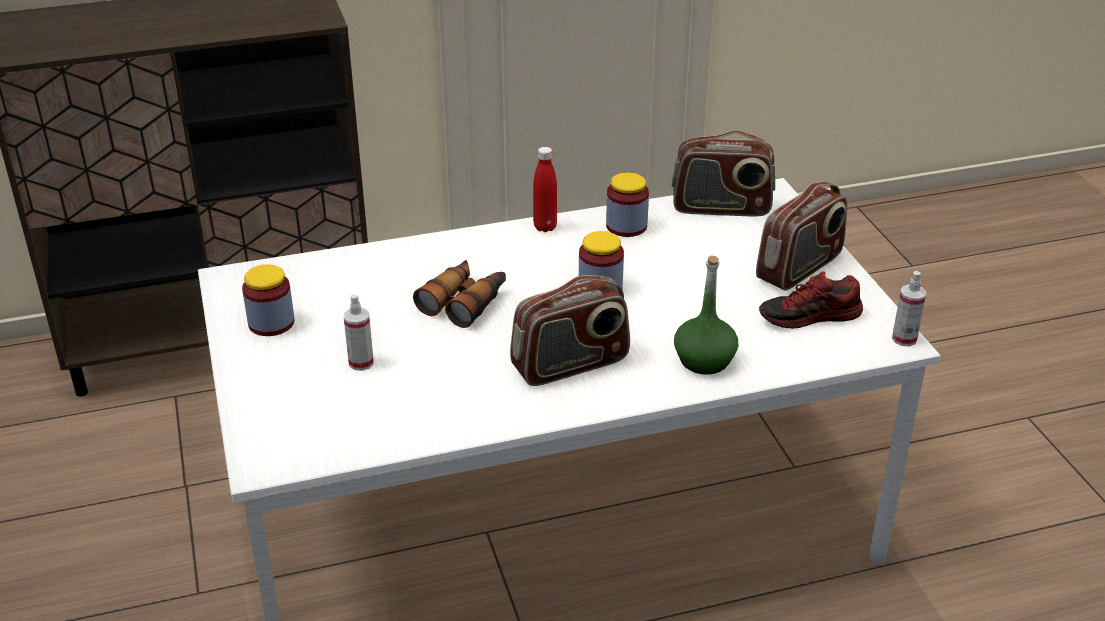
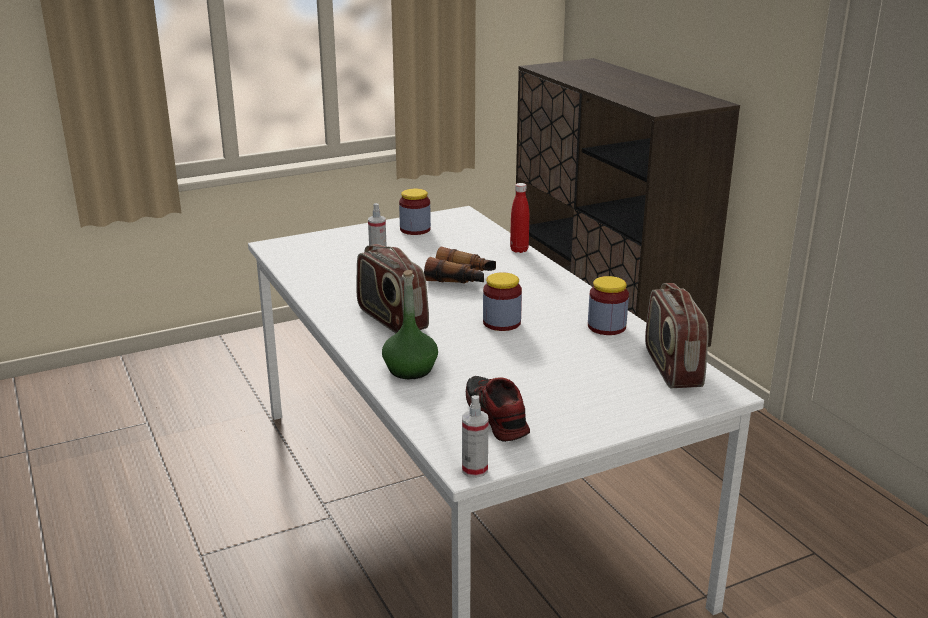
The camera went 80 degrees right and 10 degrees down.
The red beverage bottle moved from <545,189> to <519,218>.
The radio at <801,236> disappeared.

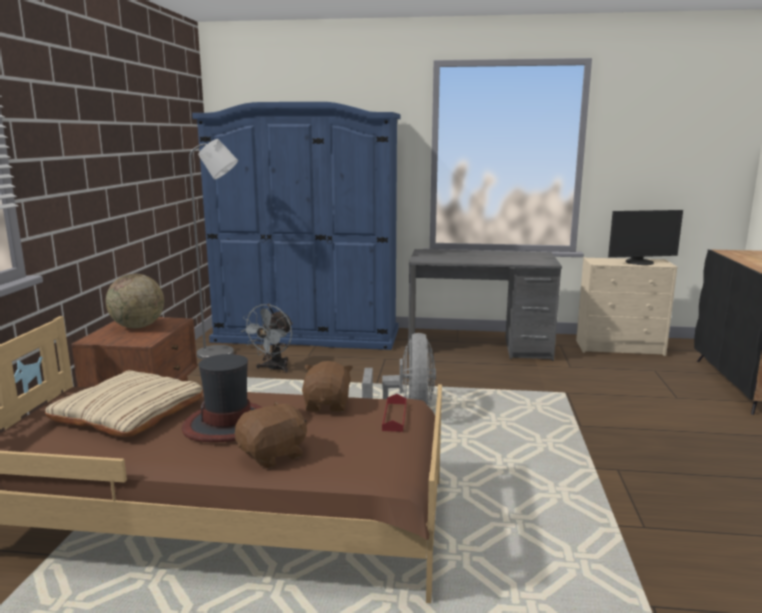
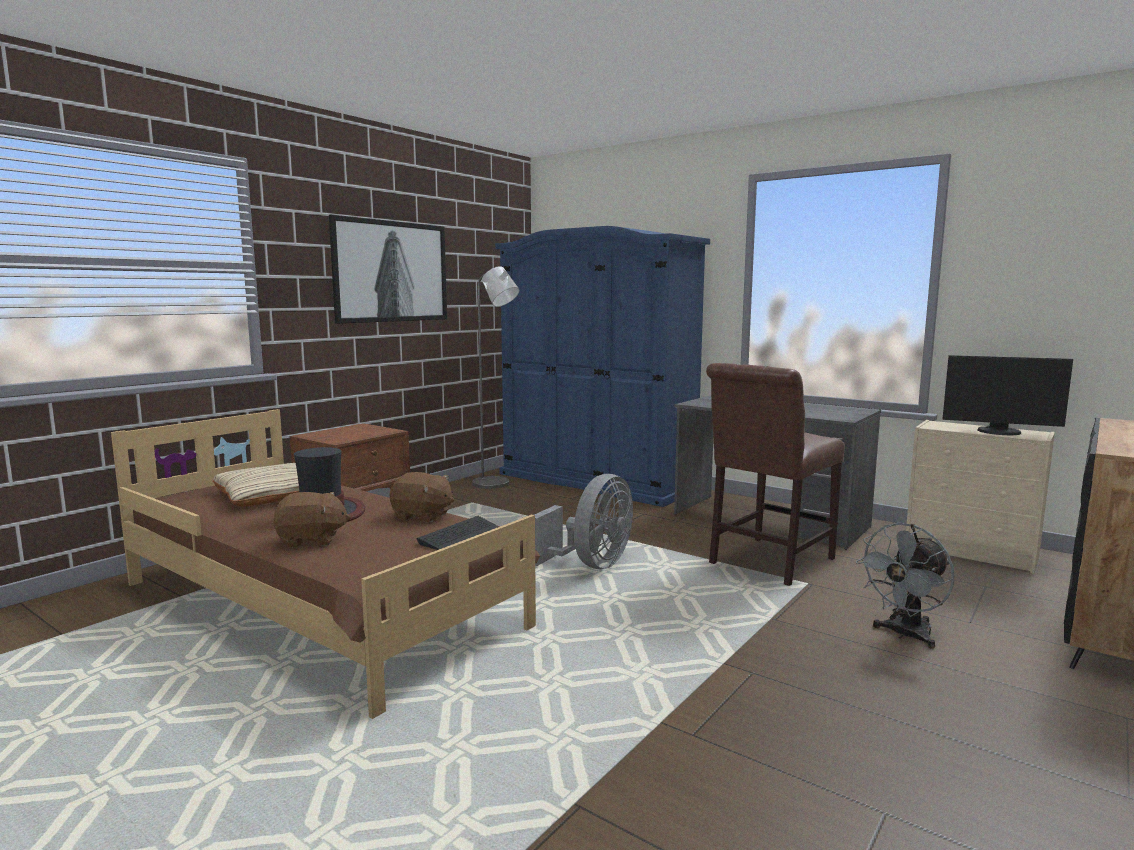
The camera went 30 degrees right and 5 degrees down.
The world globe at <135,301> disappeared.
The gray electric fan moved from <267,338> to <904,586>.
The brownish soft toy at <327,386> turned 75 degrees clockwise.
The red serving tray at <394,413> was replaced by the keyboard at <457,533>.
The wall art at <388,269> appeared.
The brownish plain chair at <775,474> appeared.

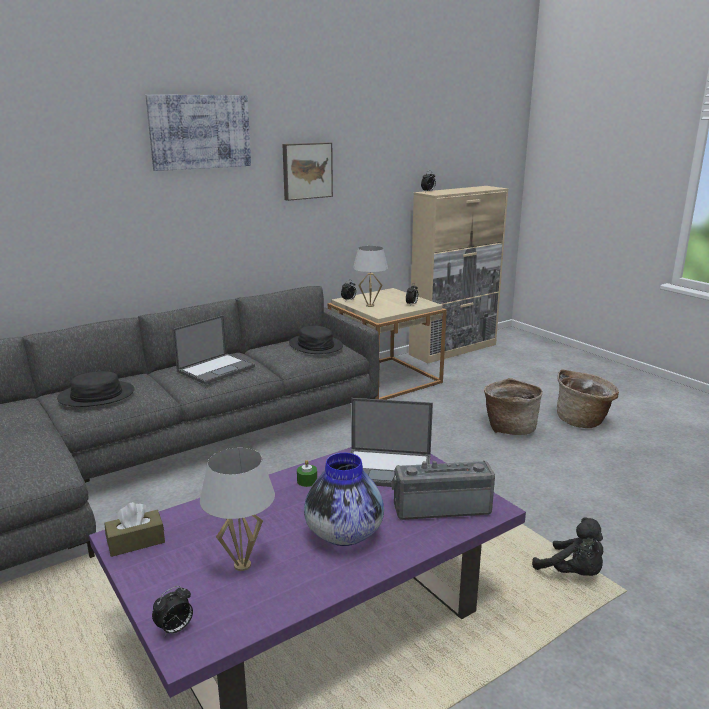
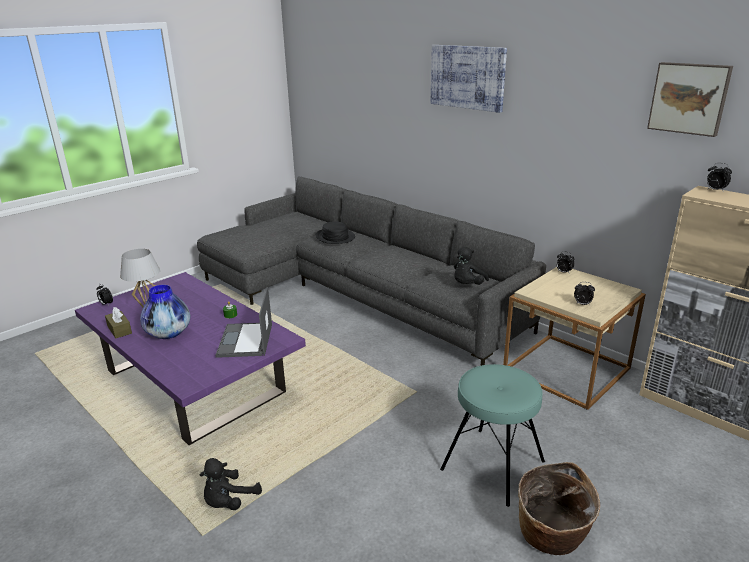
The camera went 80 degrees right and 5 degrees up.
The brownish box of tissues moved from <134,529> to <118,322>.
The portable computer at <214,350> disappeared.
The wall art moved from <307,171> to <690,99>.
The blackish clothing hat at <316,340> was replaced by the blackish soft toy at <471,266>.
The white tabletop lamp at <370,276> disappeared.
The radio at <443,490> disappeared.
The basket at <513,406> was replaced by the turquoise stool at <492,435>.

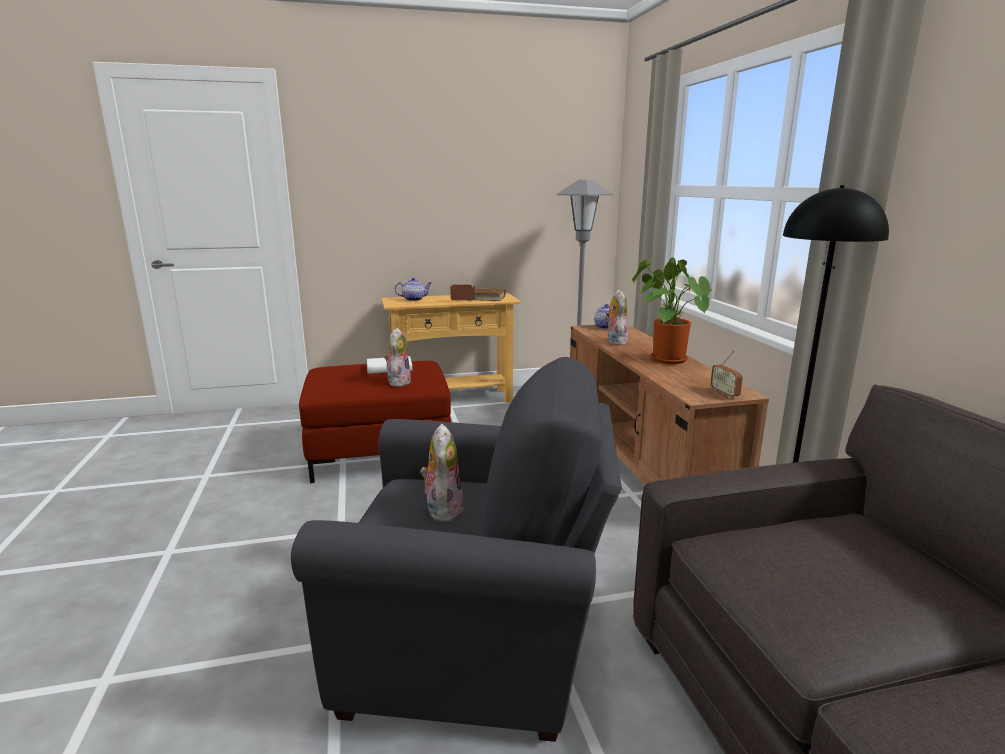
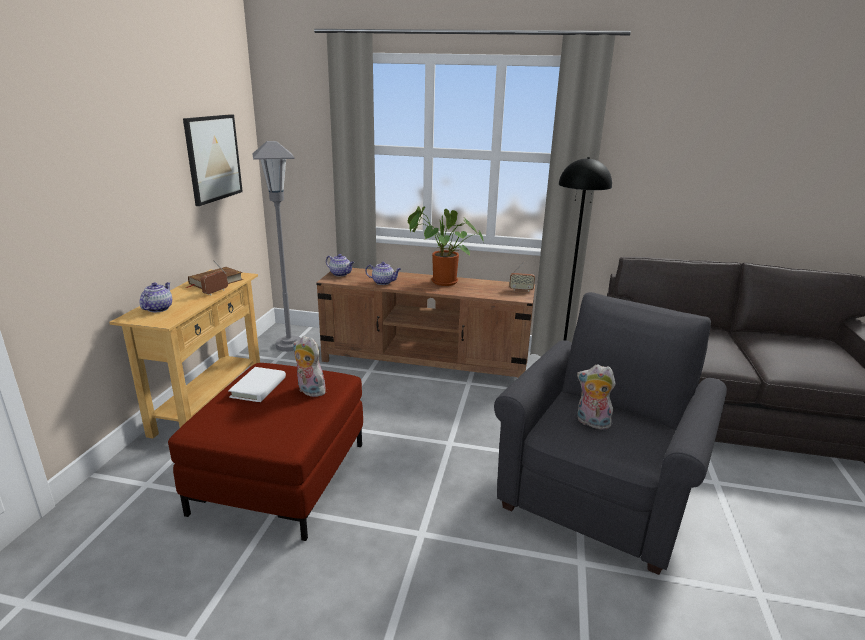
The camera went 65 degrees left and 5 degrees up.
The soft toy at <616,317> was replaced by the tea pot at <383,273>.
The wall art at <213,160> appeared.

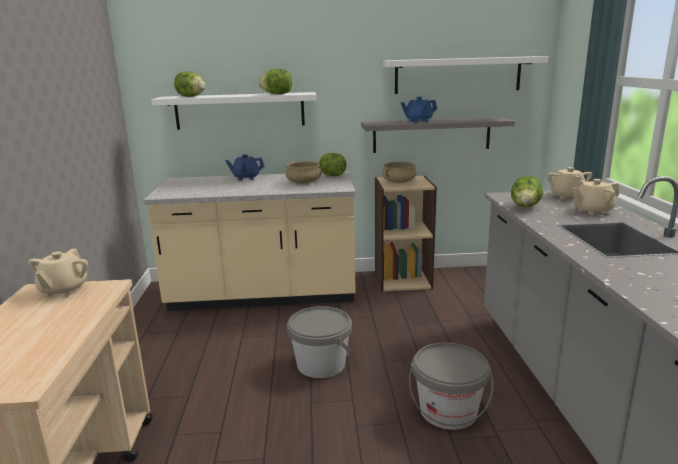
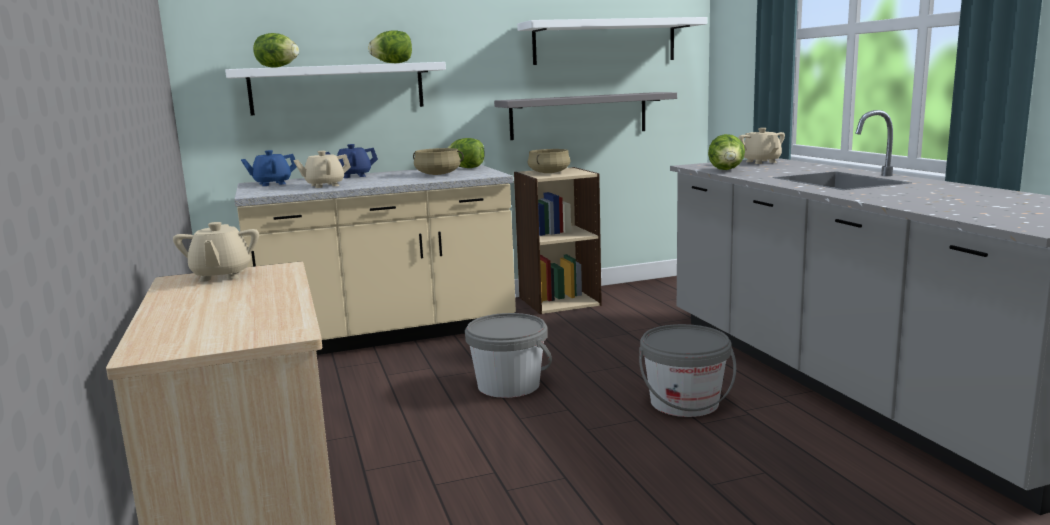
The camera went 15 degrees left and 5 degrees down.
The blue-coloured tea pot moved from <419,110> to <269,168>.
The beige tea pot moved from <596,197> to <322,169>.

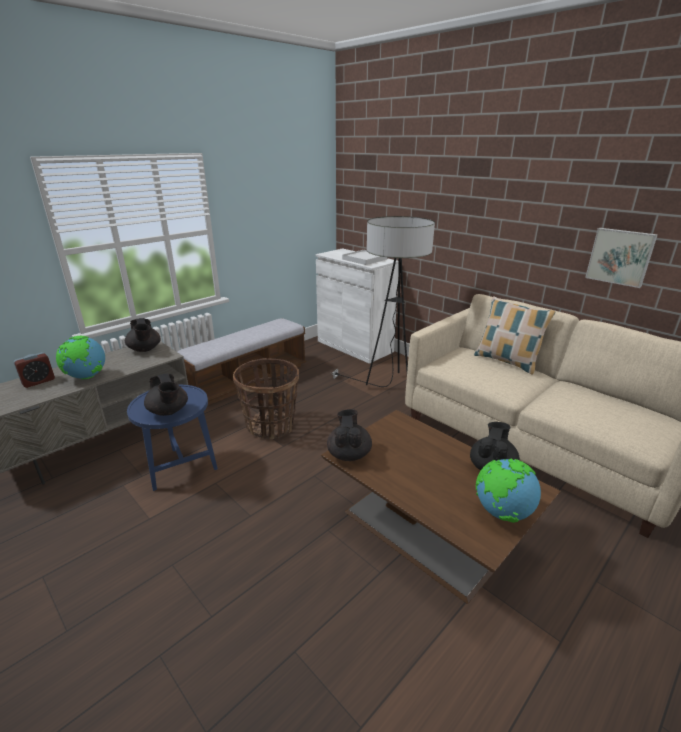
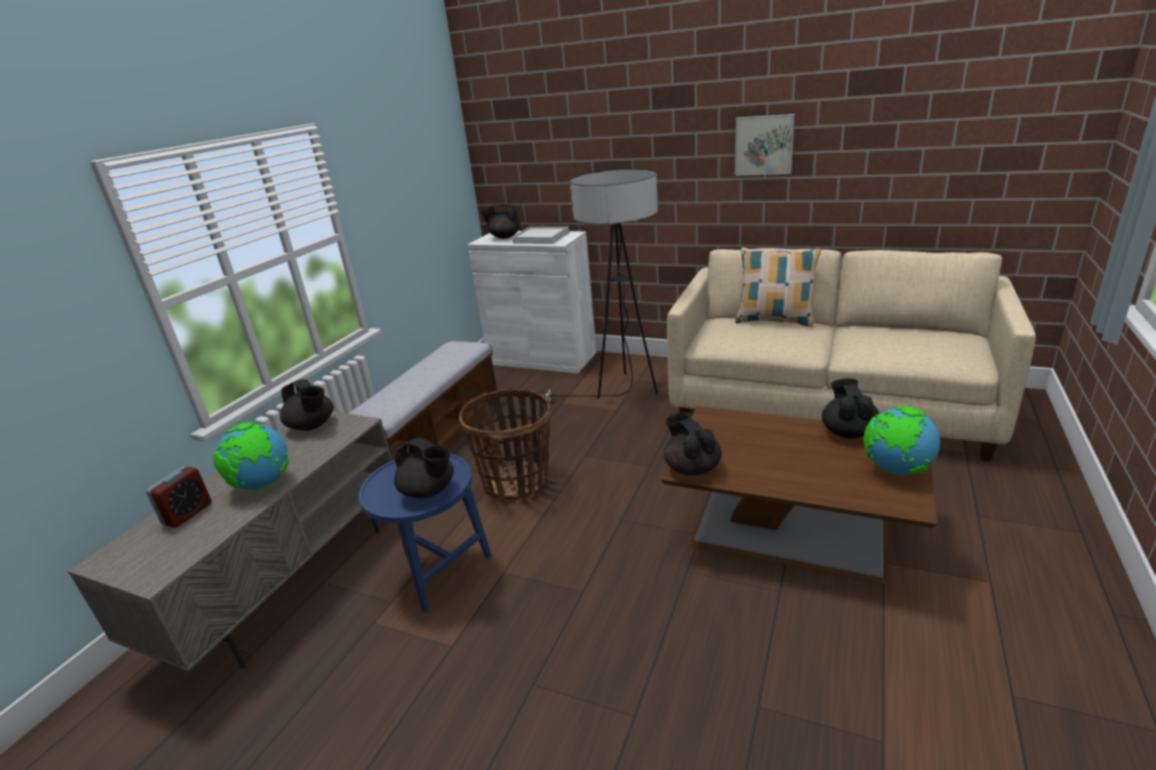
The camera went 20 degrees left and 0 degrees up.
The wall art moved from <621,258> to <765,144>.
The blackish tea pot at <501,221> appeared.

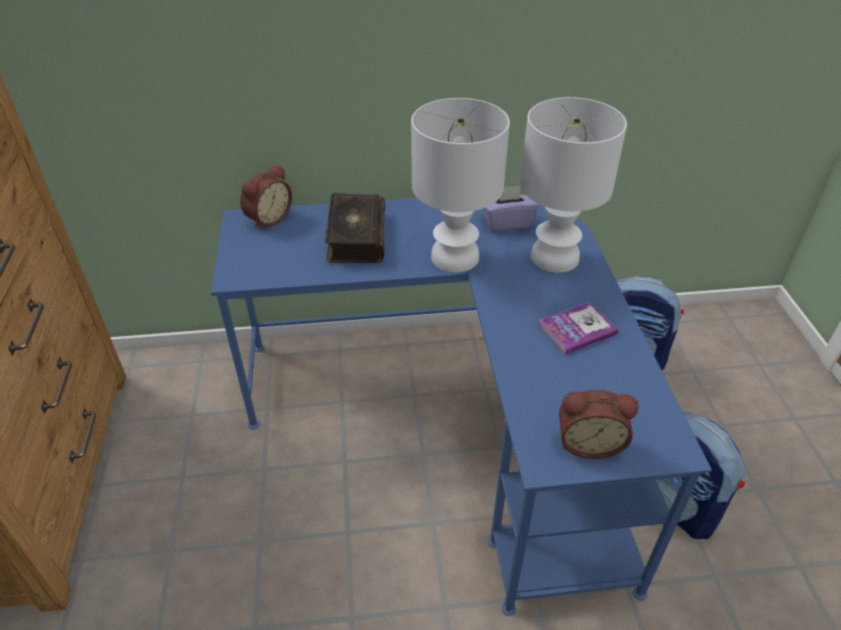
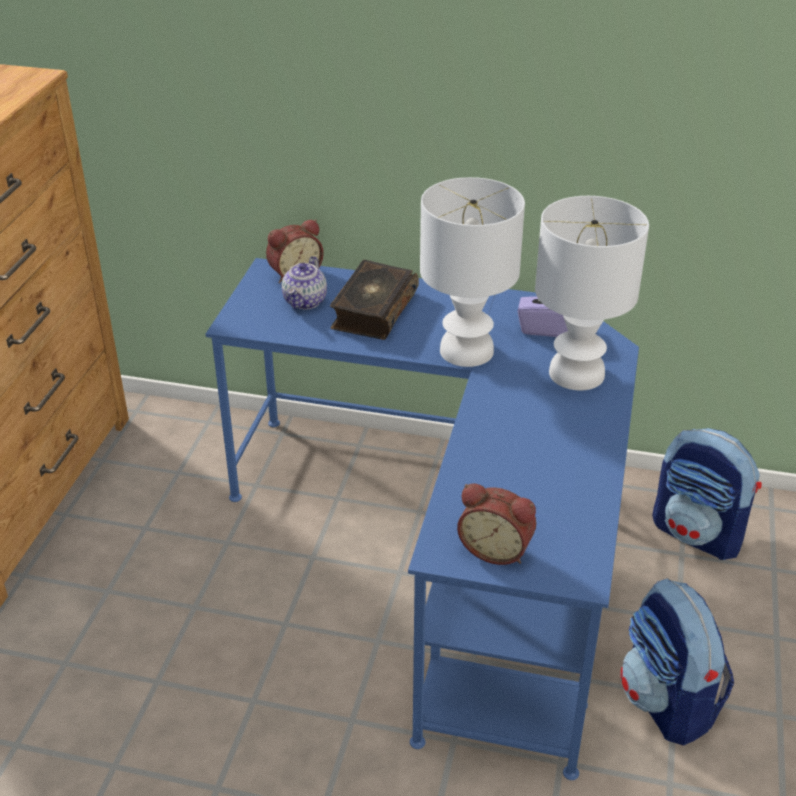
The camera went 20 degrees right and 5 degrees down.
The book at <579,328> disappeared.
The tea pot at <304,282> appeared.

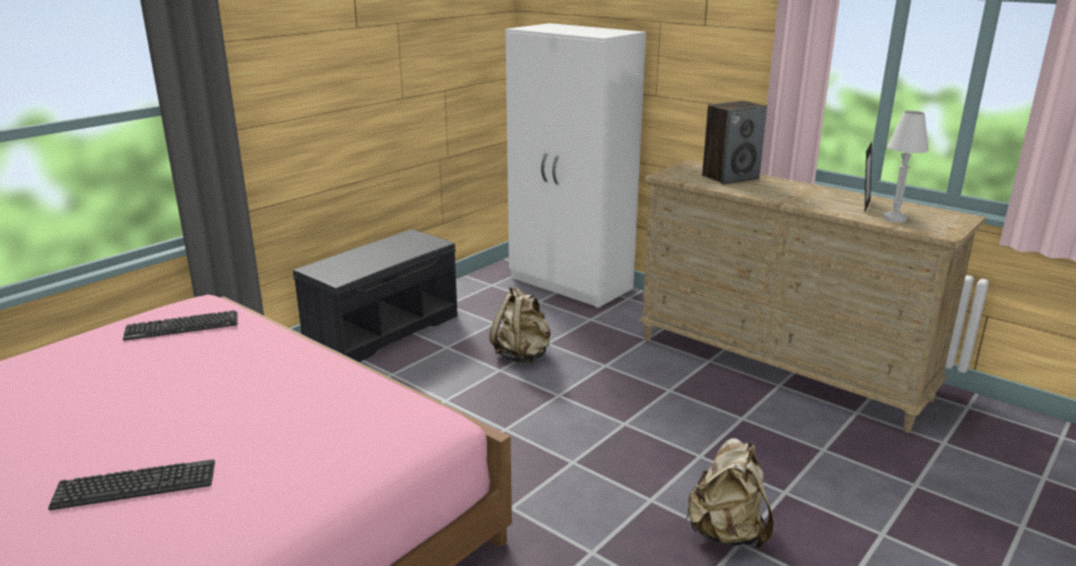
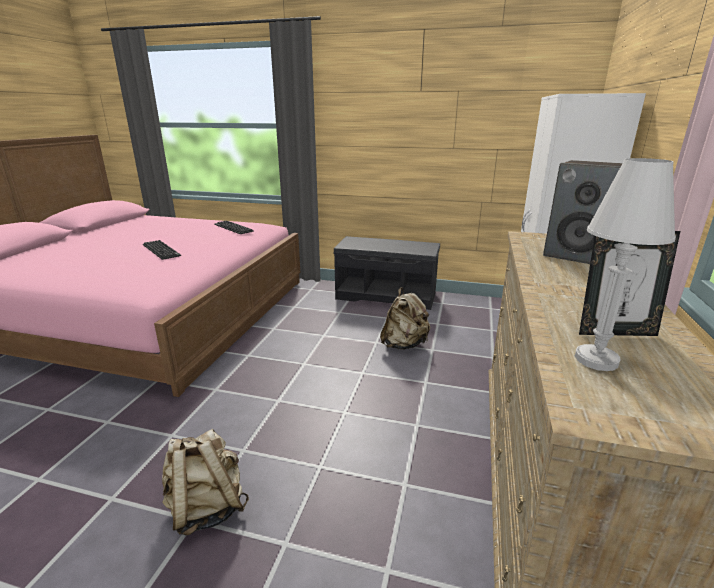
The camera went 65 degrees right and 0 degrees up.
The keyboard moved from <131,484> to <162,250>.

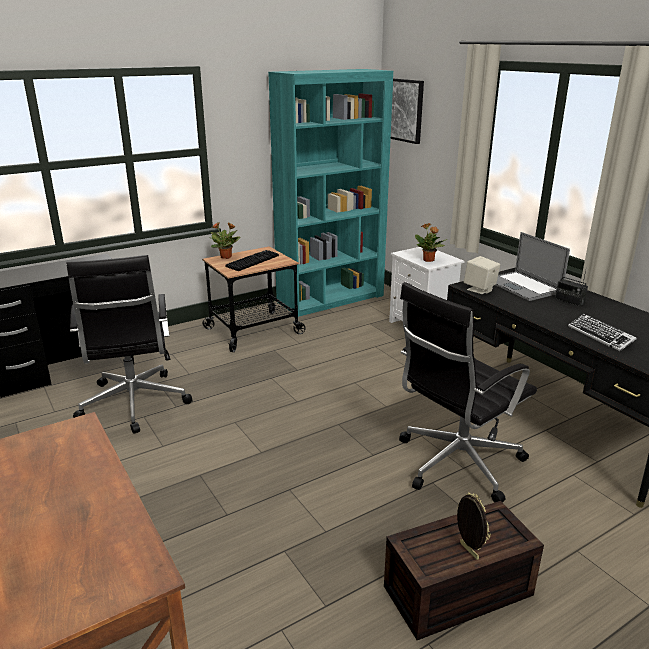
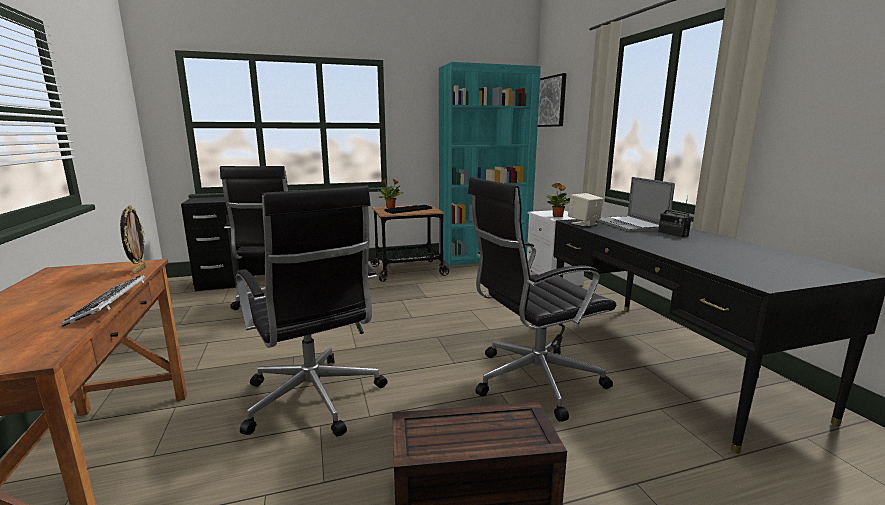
The camera went 15 degrees right and 10 degrees down.
The picture frame moved from <474,526> to <133,239>.
The keyboard moved from <602,333> to <103,301>.
The blackish computer chair at <312,311> appeared.

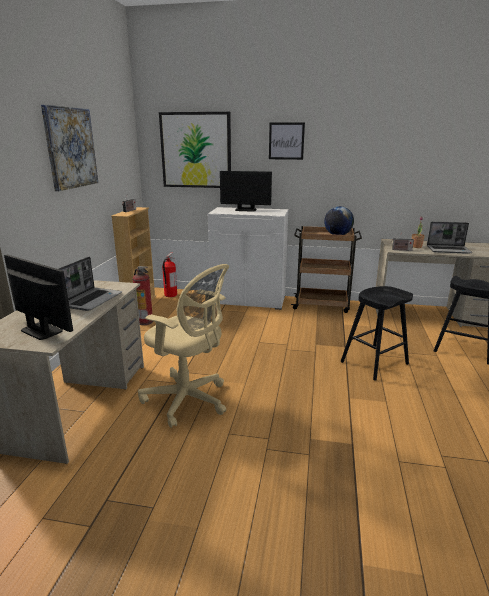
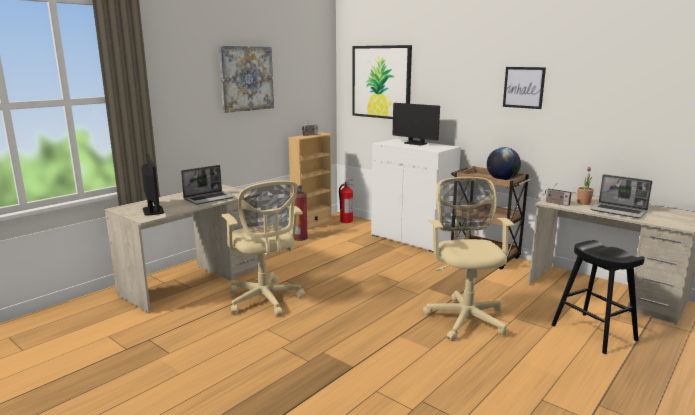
The camera went 30 degrees right and 5 degrees down.
The wall art moved from <287,141> to <524,88>.
The blackish stool at <377,333> was replaced by the beige computer chair at <469,259>.

